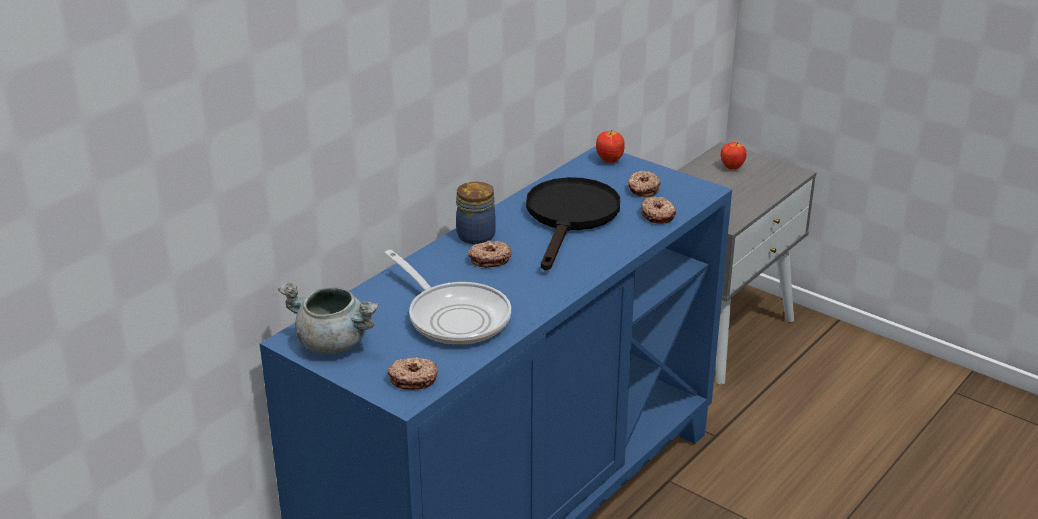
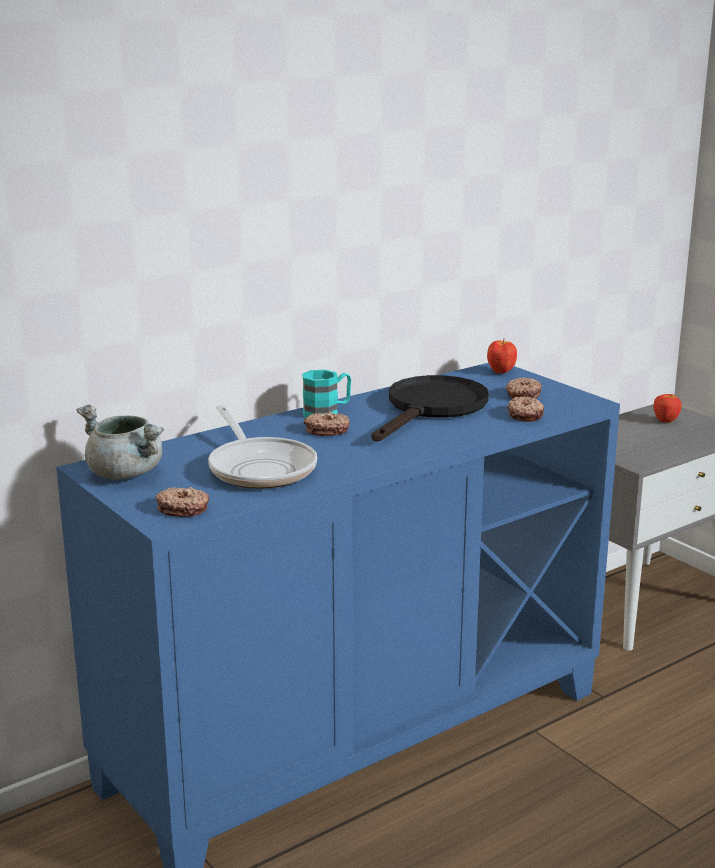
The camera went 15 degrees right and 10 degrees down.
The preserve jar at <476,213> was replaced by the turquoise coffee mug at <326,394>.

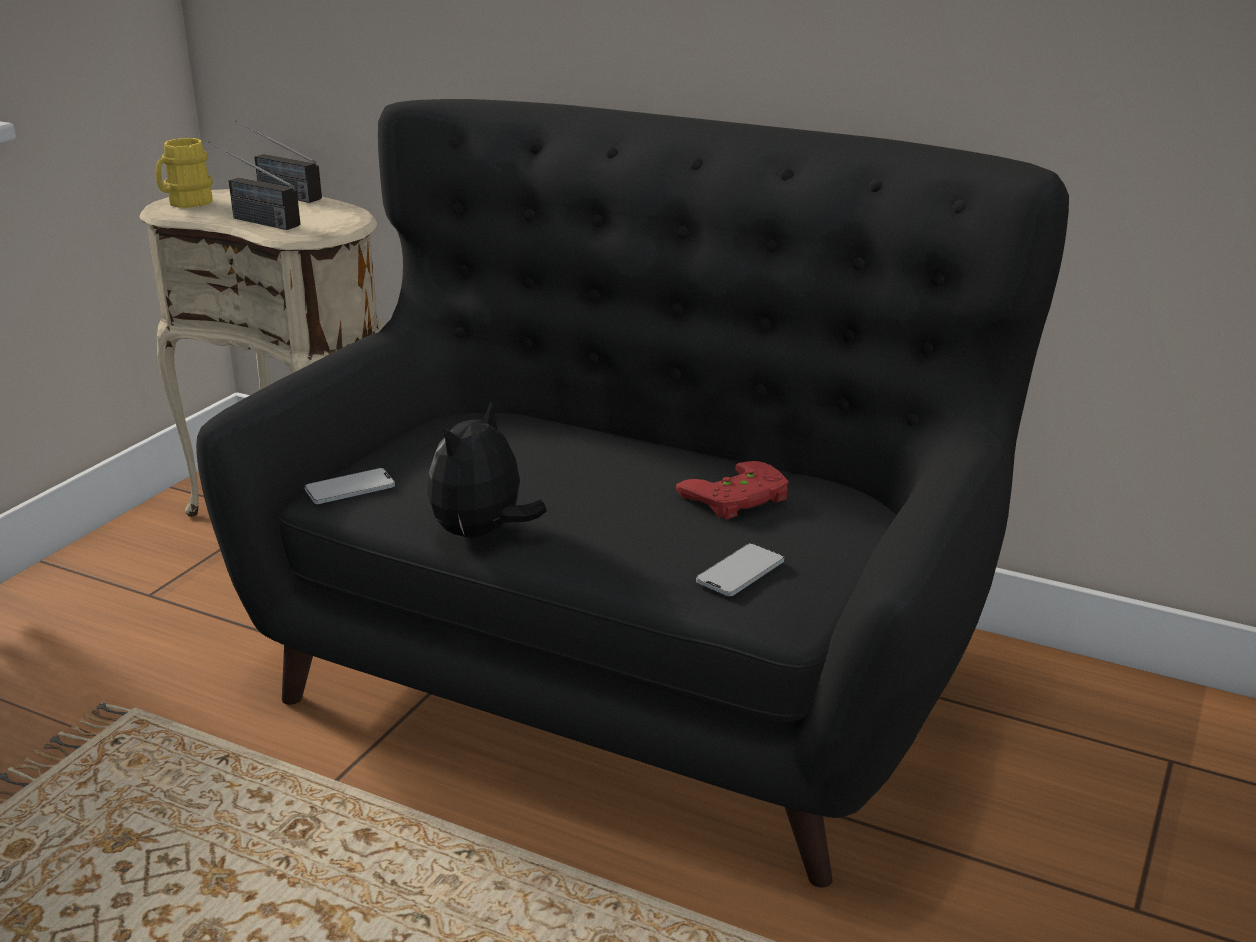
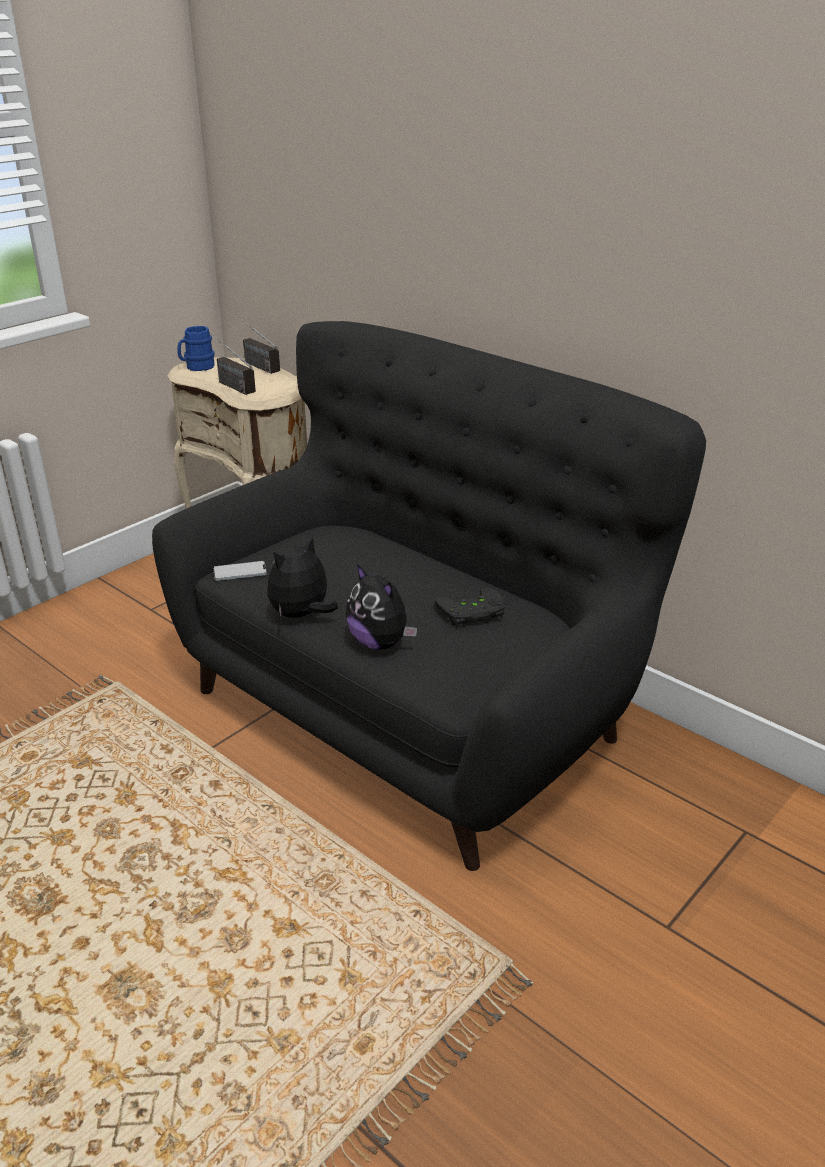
The camera went 15 degrees right and 5 degrees up.
The yellow-coloured coffee mug at <184,173> became the blue-coloured coffee mug at <196,348>.
The red game controller at <732,490> became the blackish game controller at <469,608>.
The handset at <740,569> disappeared.
The soft toy at <381,607> appeared.

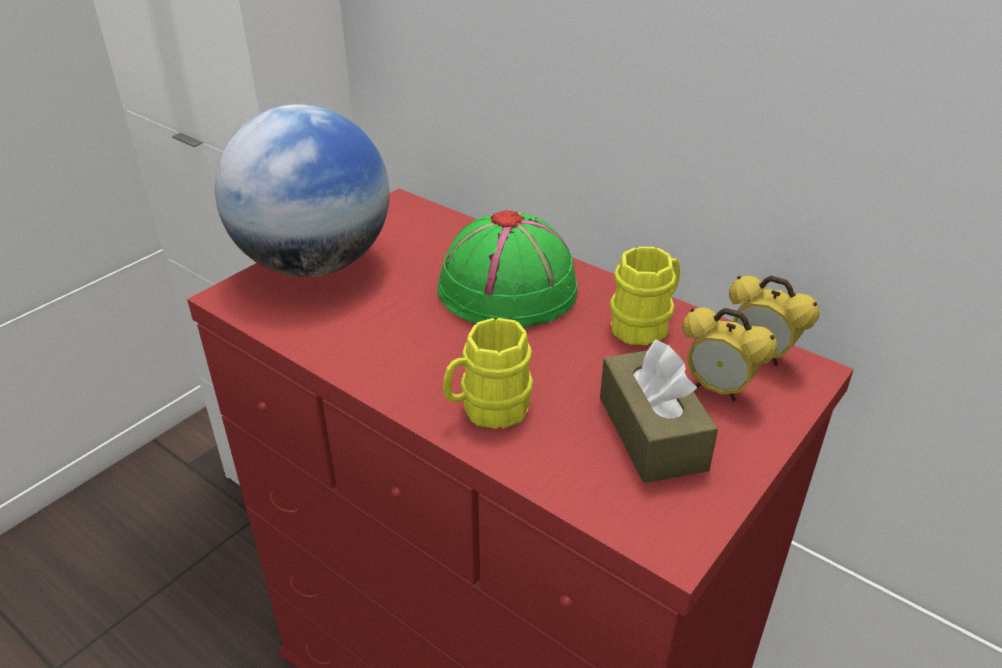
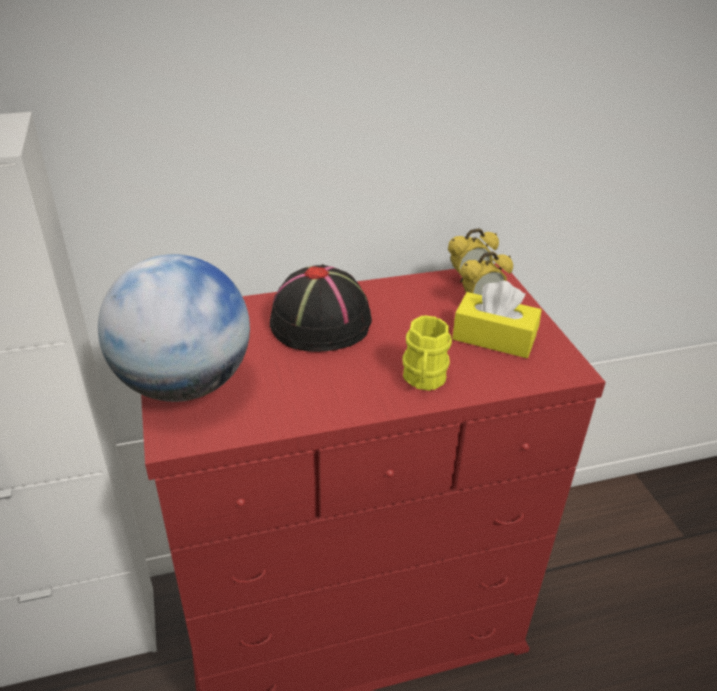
The camera went 55 degrees left and 0 degrees up.
The green clothing hat at <507,269> became the blackish clothing hat at <321,308>.
The brownish box of tissues at <659,411> became the yellow-coloured box of tissues at <497,319>.
The yellow-coloured coffee mug at <645,296> disappeared.

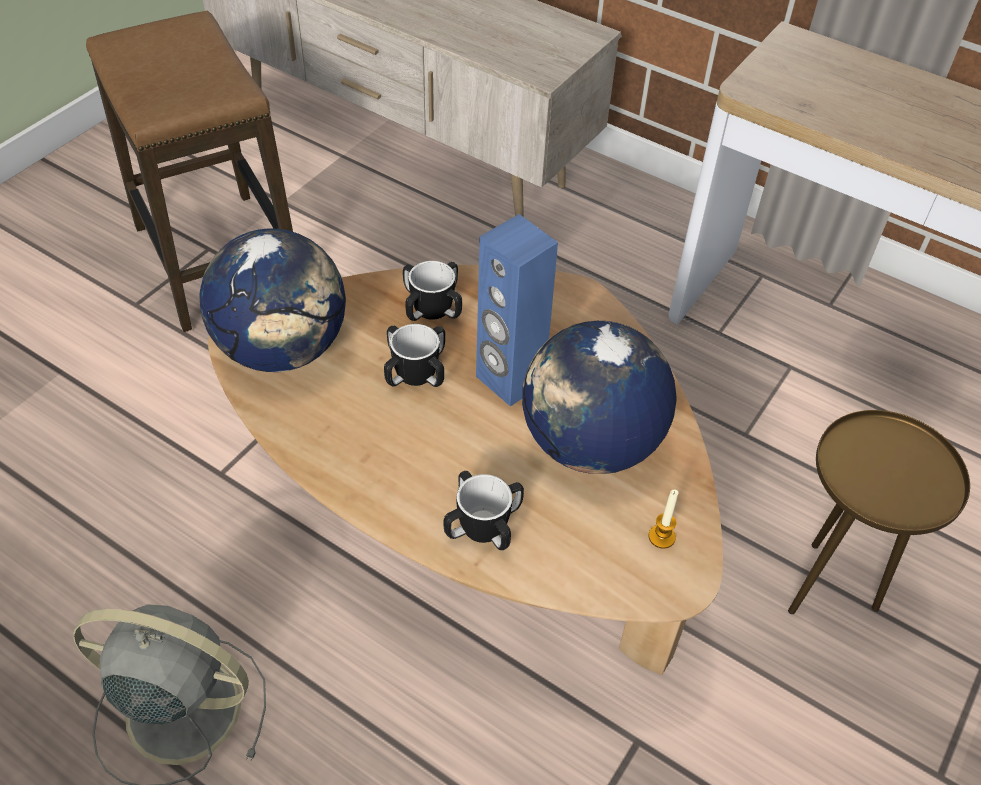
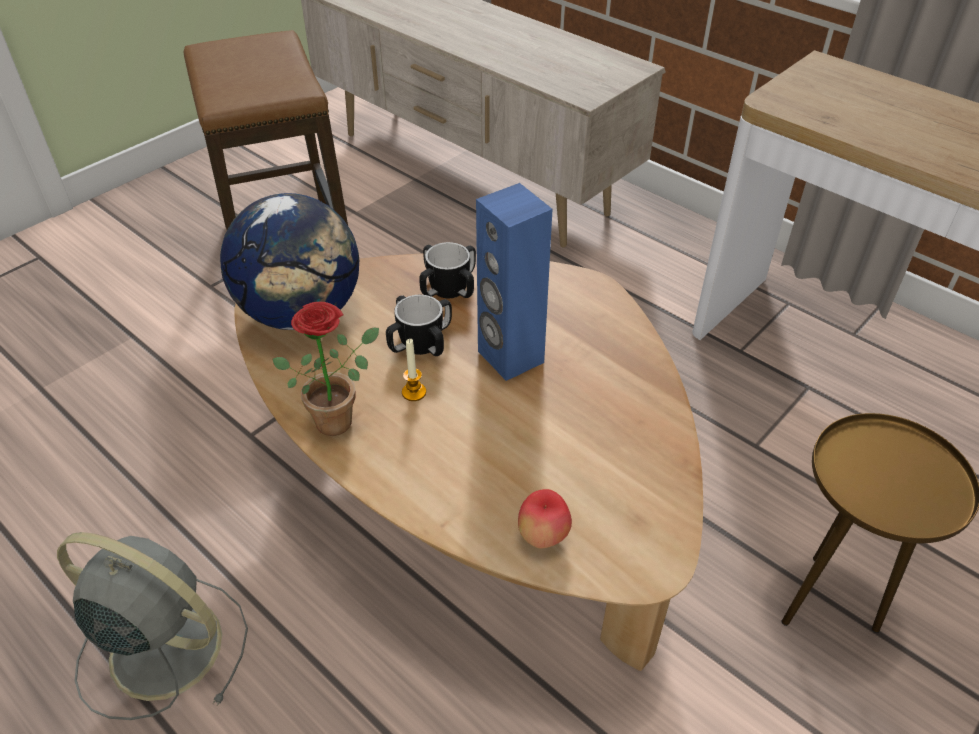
The camera went 10 degrees right and 5 degrees down.
The coffee mug at <484,510> disappeared.
The world globe at <599,397> disappeared.
The wax candle moved from <663,519> to <414,370>.
The houseplant at <325,369> appeared.
The whole apple at <545,519> appeared.

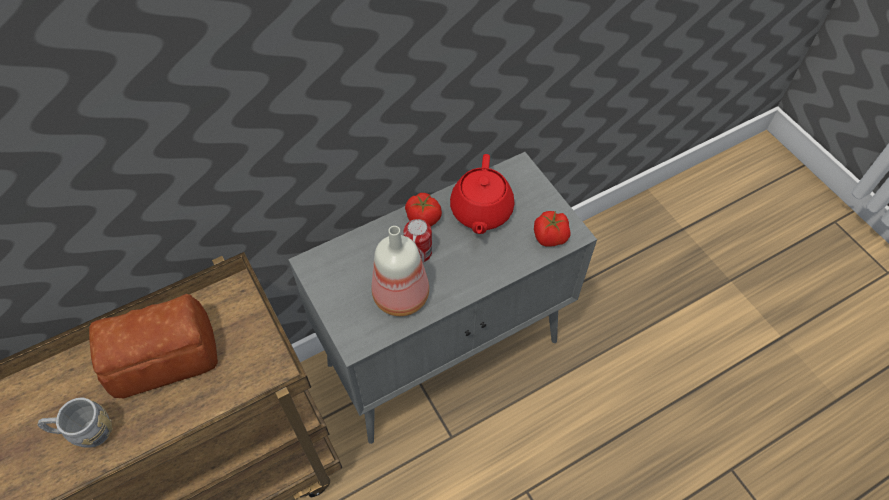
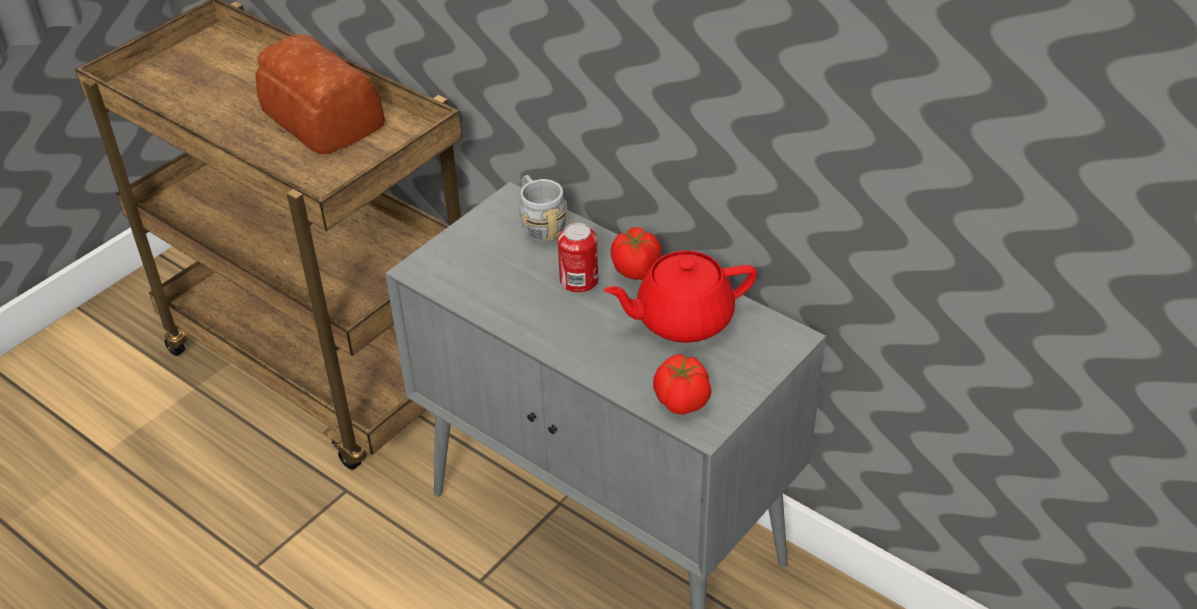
The camera went 70 degrees right and 15 degrees down.
The gray coffee mug moved from <75,423> to <543,209>.
The beverage bottle at <400,271> disappeared.

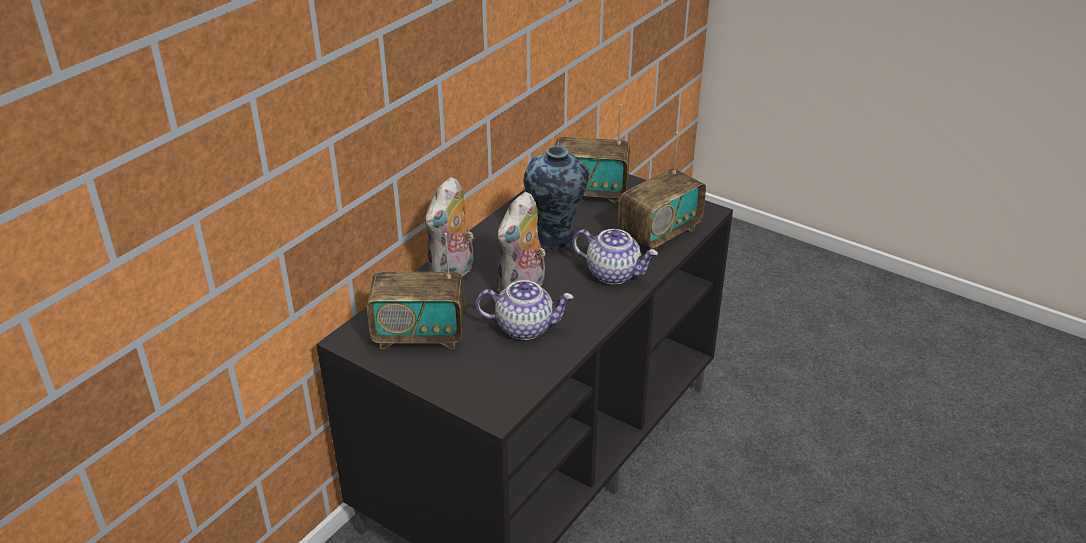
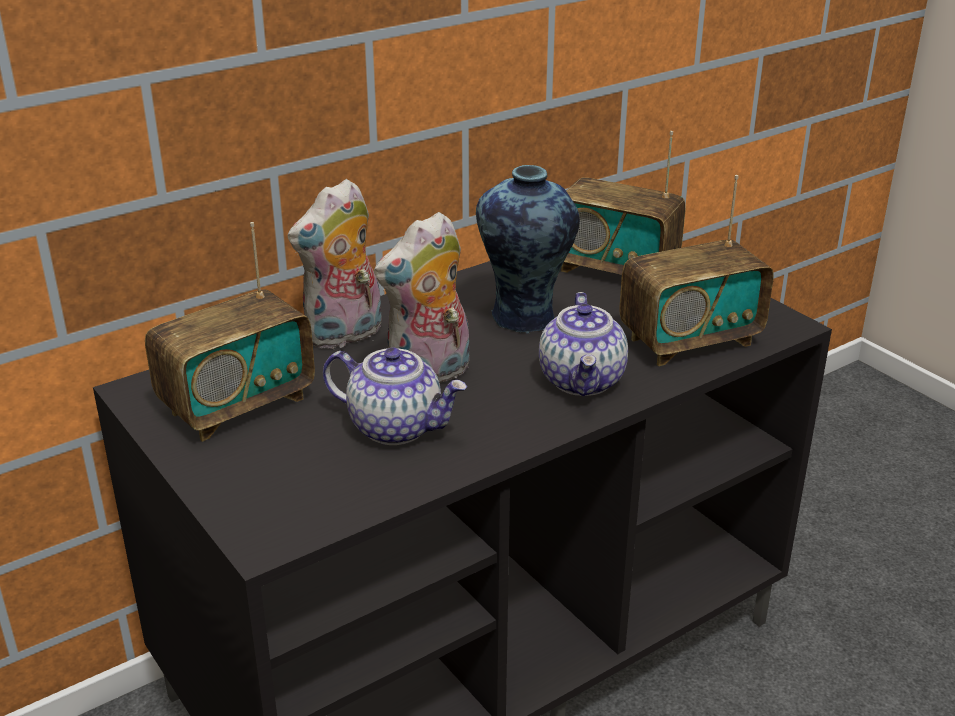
The camera went 20 degrees right and 5 degrees down.
The radio at <416,291> turned 60 degrees counterclockwise.
The tea pot at <615,257> turned 45 degrees clockwise.

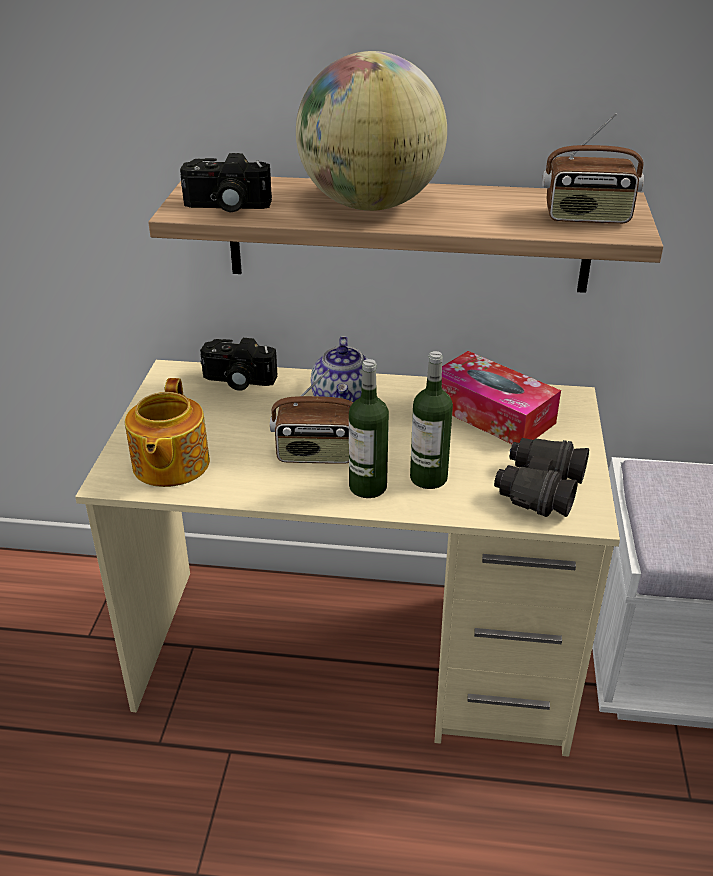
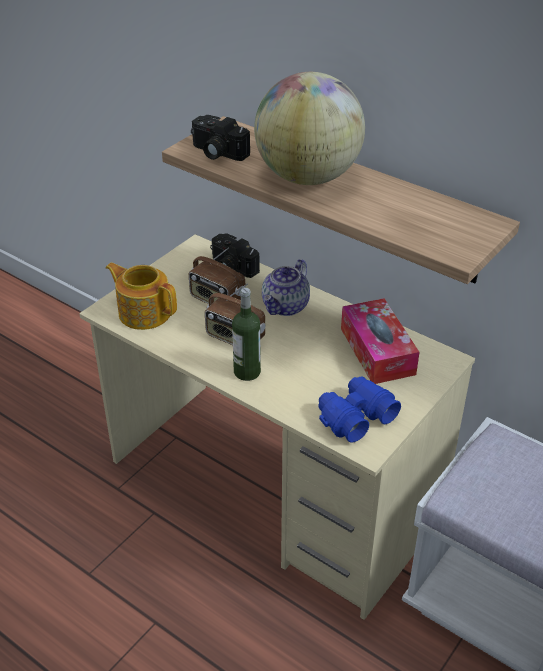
The camera went 30 degrees right and 5 degrees up.
The tea pot at <167,432> turned 90 degrees clockwise.
The beverage bottle at <431,420> disappeared.
The blackish pair of binoculars at <541,477> became the blue-coloured pair of binoculars at <359,409>.
The radio moved from <593,168> to <217,275>.

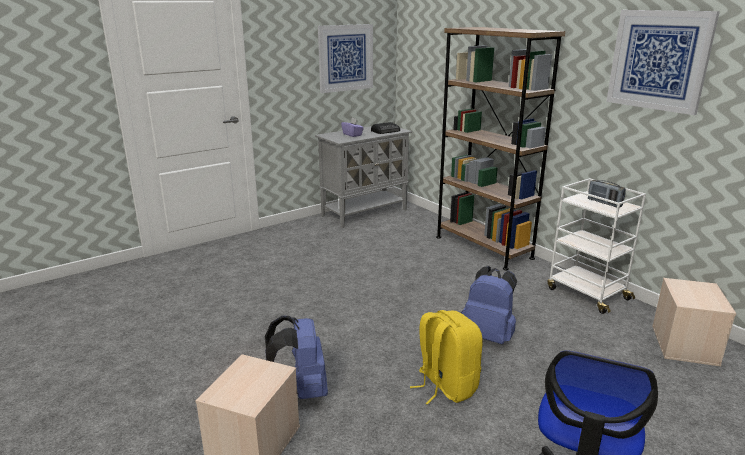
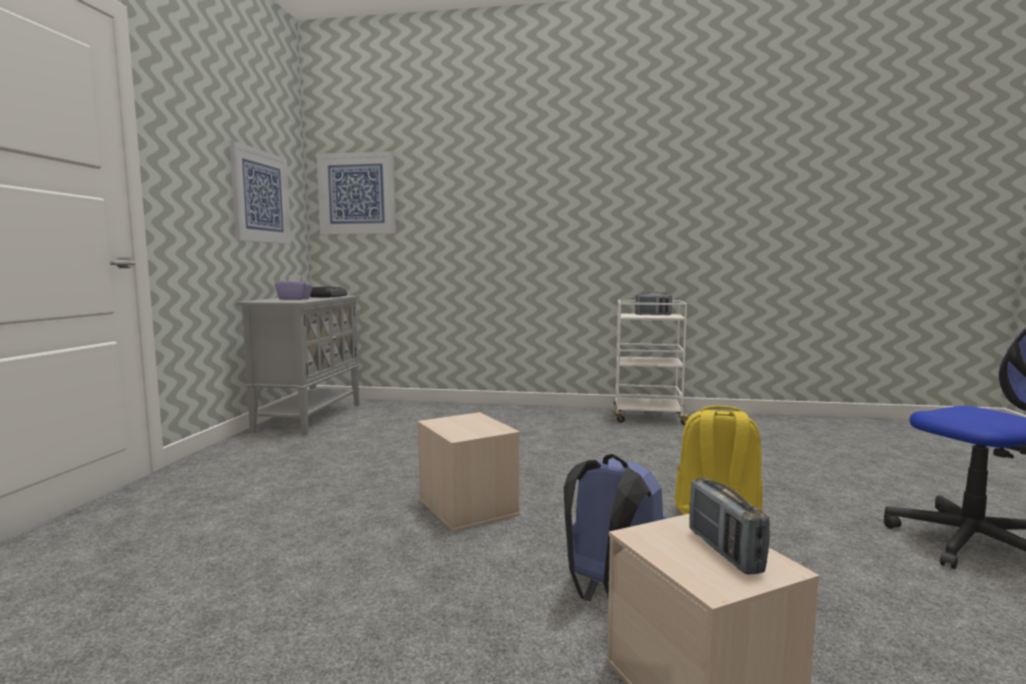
The camera went 45 degrees left and 15 degrees down.
The brownish bookcase at <500,148> disappeared.
The blue-coloured backpack at <489,305> disappeared.
The wall art moved from <663,62> to <356,192>.
The beige storage box moved from <694,322> to <468,472>.
The radio at <729,526> appeared.

